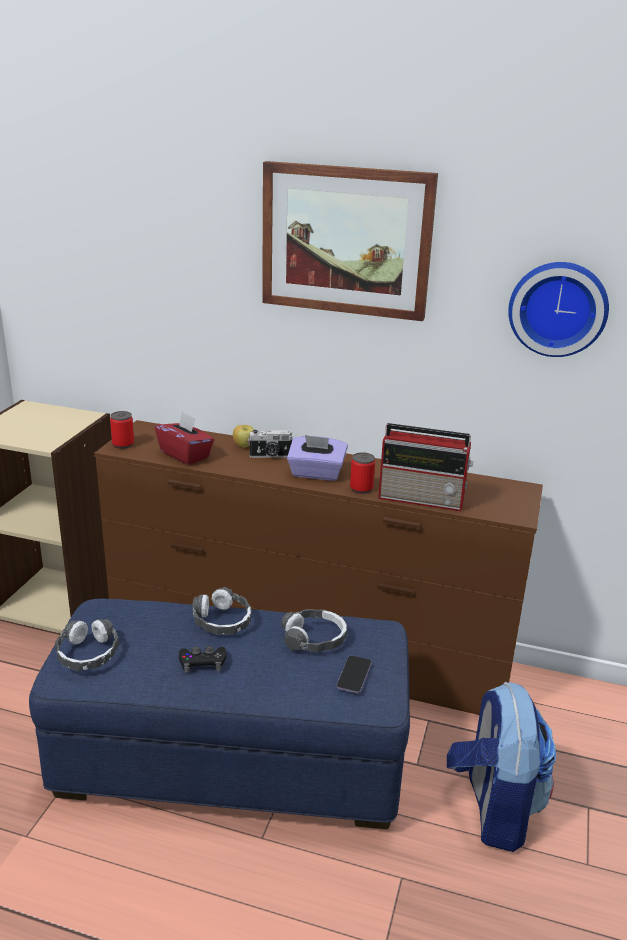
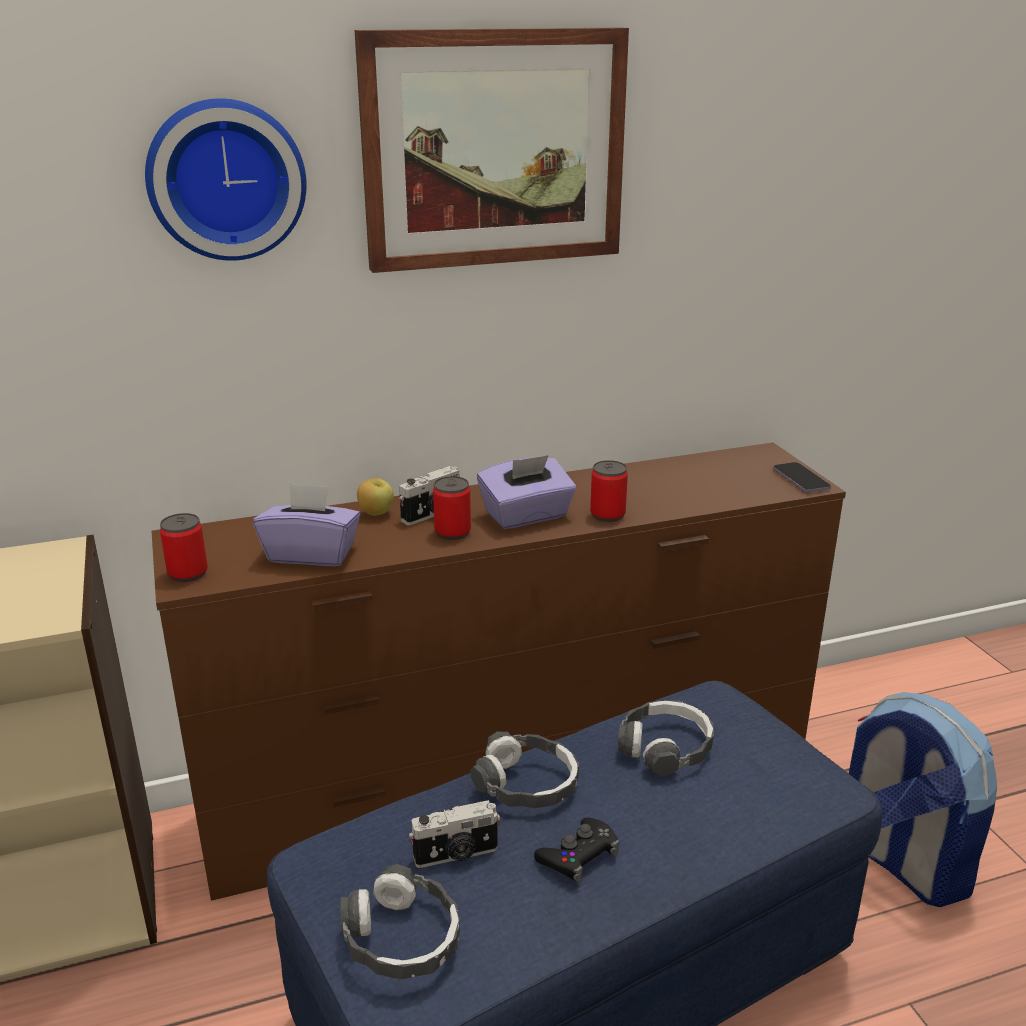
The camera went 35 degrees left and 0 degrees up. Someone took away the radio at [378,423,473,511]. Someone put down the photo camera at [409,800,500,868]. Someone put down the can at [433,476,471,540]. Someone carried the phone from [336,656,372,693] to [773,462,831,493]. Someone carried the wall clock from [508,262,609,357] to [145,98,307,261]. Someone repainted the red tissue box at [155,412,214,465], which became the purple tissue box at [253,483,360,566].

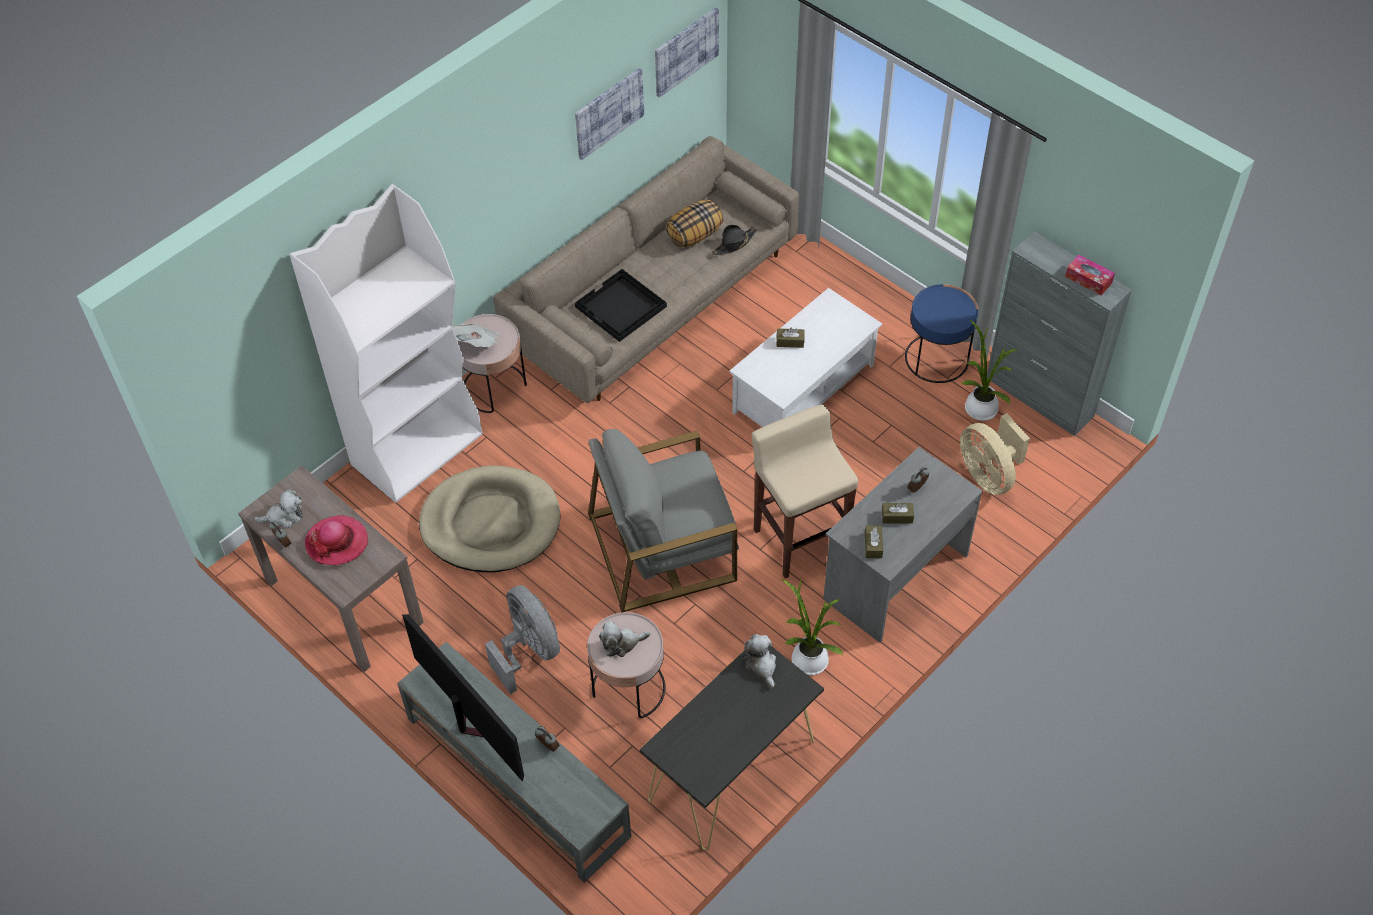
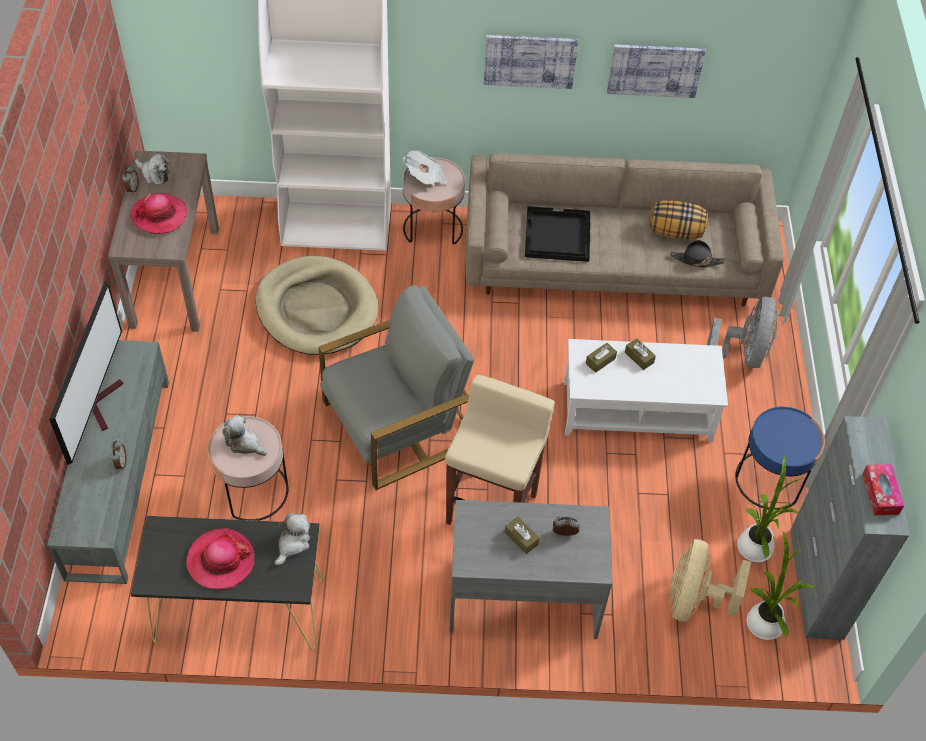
The camera went 45 degrees right and 0 degrees up. Someone put down the hat at [186,528,255,589]. Someone carried the grey fan from [485,585,560,694] to [707,297,777,368]. Someone carried the picture from [655,7,719,98] to [484,35,578,89]. Someone carried the potted plant from [780,578,843,675] to [747,531,817,640]. Someone carried the brown tissue box from [865,525,883,558] to [586,343,617,373]. Someone rotated the grey armchair at [588,429,739,613] by 120 degrees clockwise.

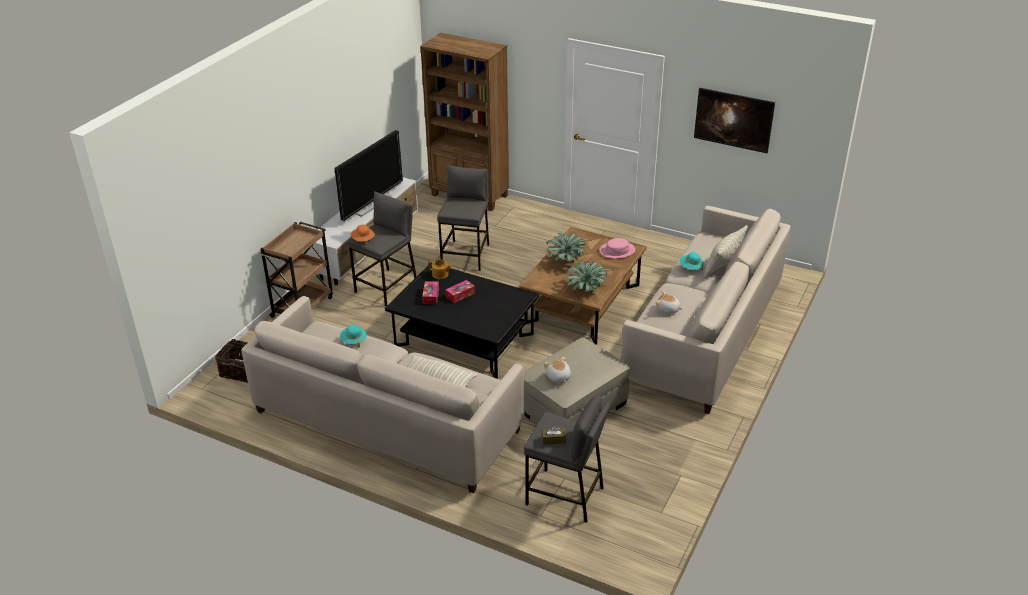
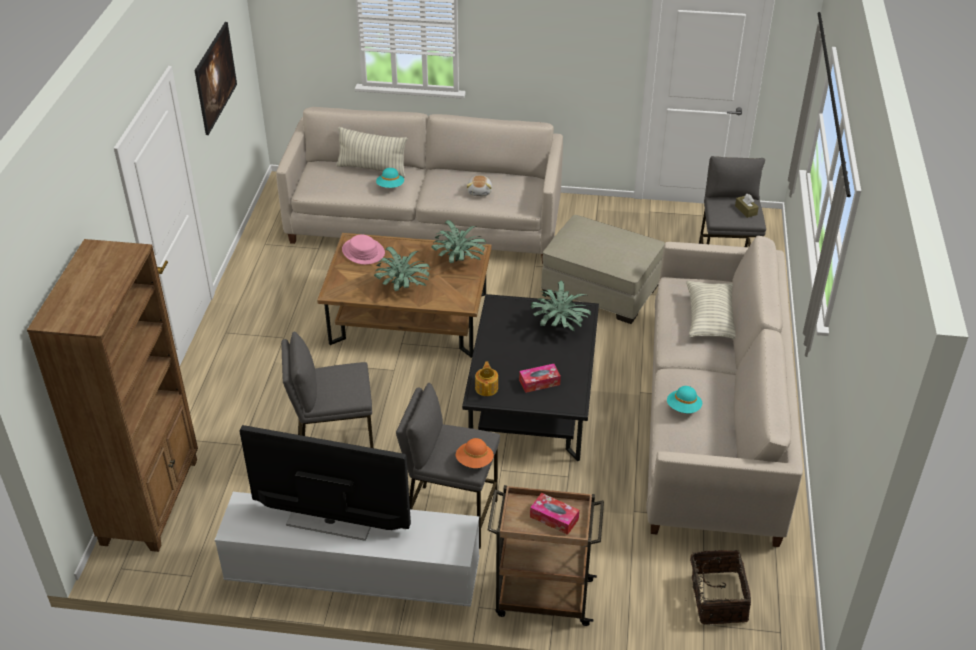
The camera went 110 degrees left and 5 degrees up. Someone took away the plush toy at [544,357,571,383]. Someone put down the potted plant at [530,281,591,331]. Someone carried the tissue box from [445,280,475,303] to [530,493,579,535].

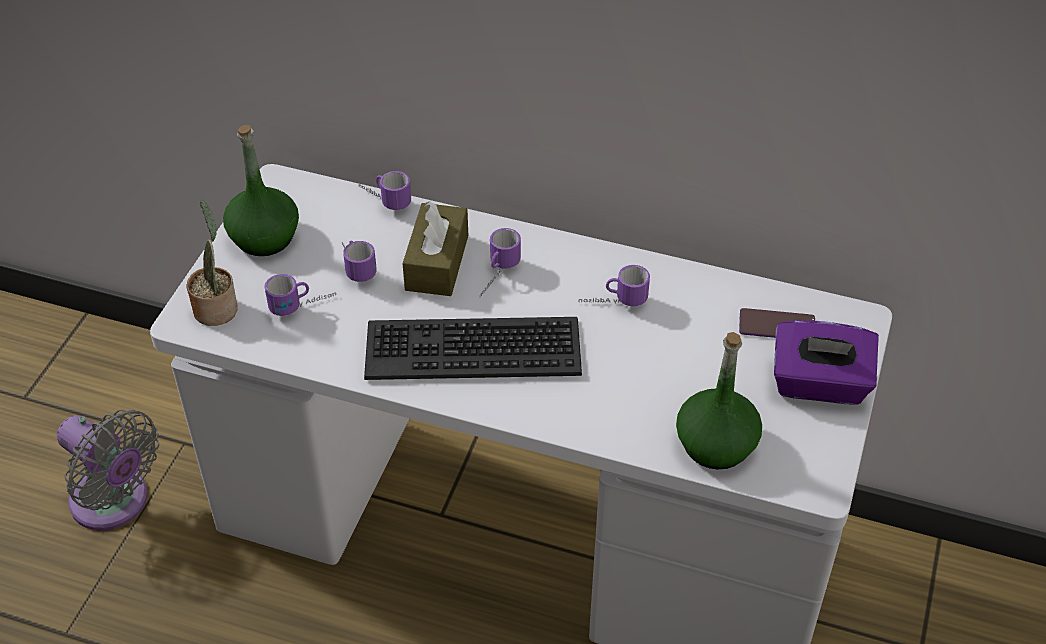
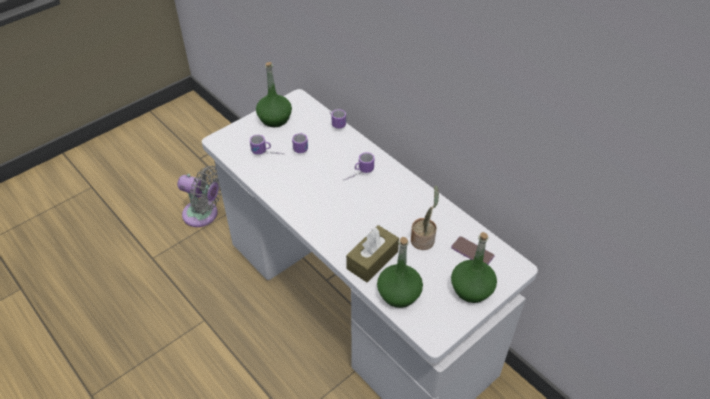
The camera went 30 degrees right and 0 degrees up. Someone took away the keyboard at [364,317,582,380]. Someone took away the mug at [579,265,650,306]. Someone carried the potted plant from [187,200,238,326] to [411,186,439,250]. Someone carried the brown tissue box from [402,201,468,296] to [346,225,399,282]. Someone swapped the purple tissue box at [774,320,879,405] for the green bottle at [451,232,497,303]. Someone rotated the grey fan at [57,410,159,530] by 45 degrees counterclockwise.

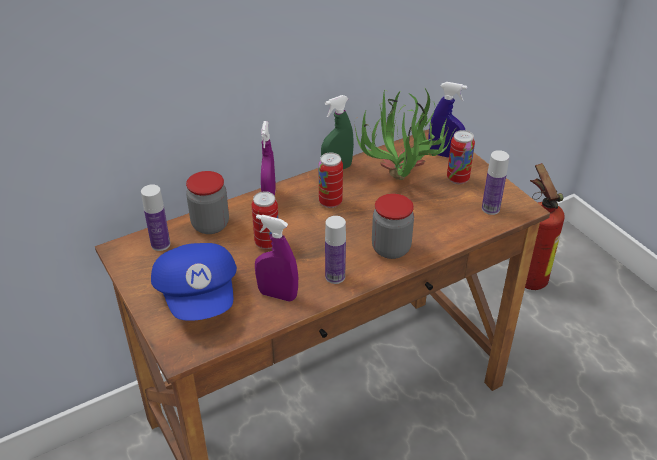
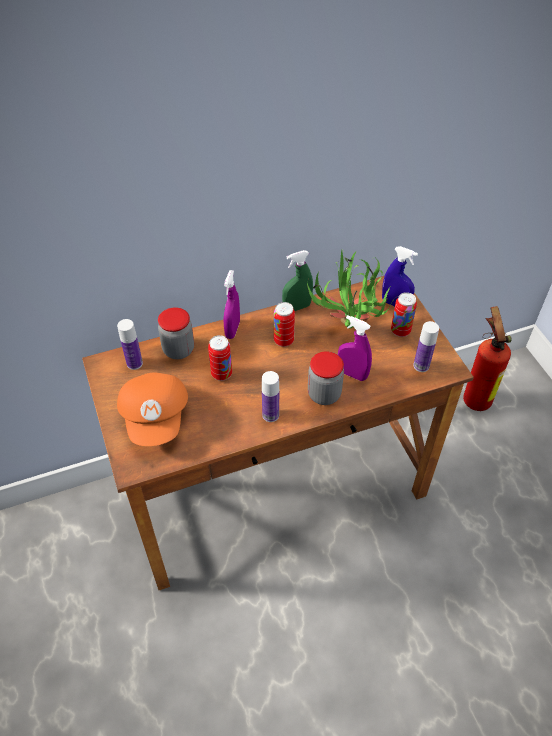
The camera went 10 degrees right and 10 degrees up. Someone carried the purple spray bottle from [255,214,298,302] to [338,315,372,381]. Someone repainted the blue cap at [151,243,237,321], which became the orange cap at [117,372,188,446].

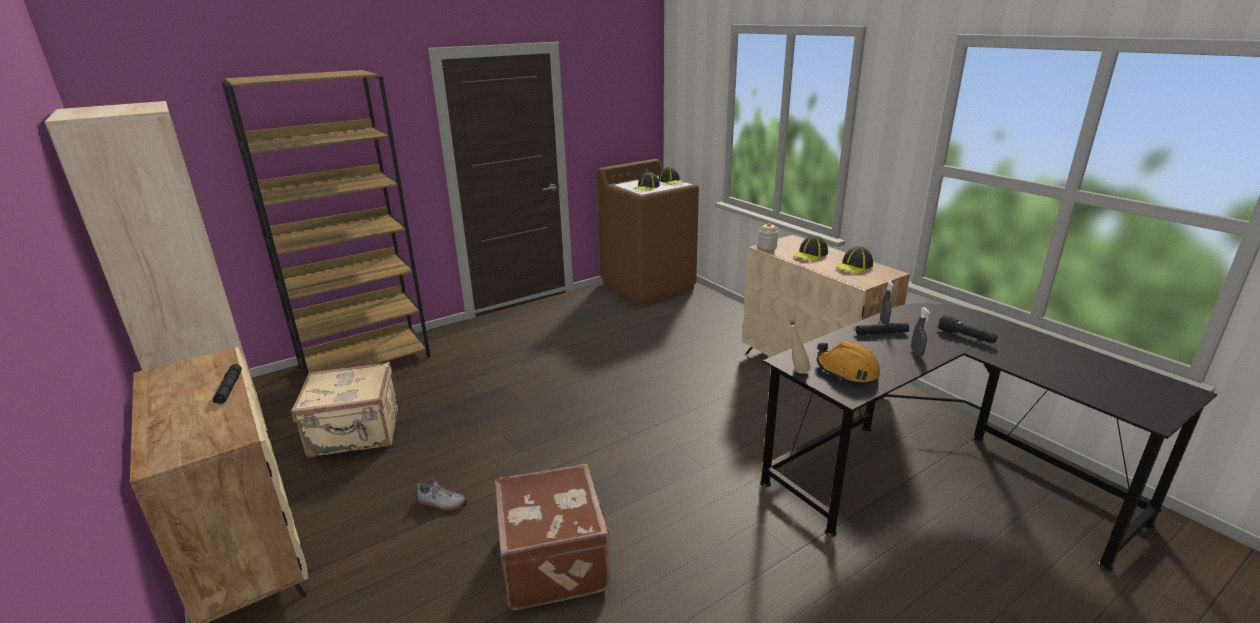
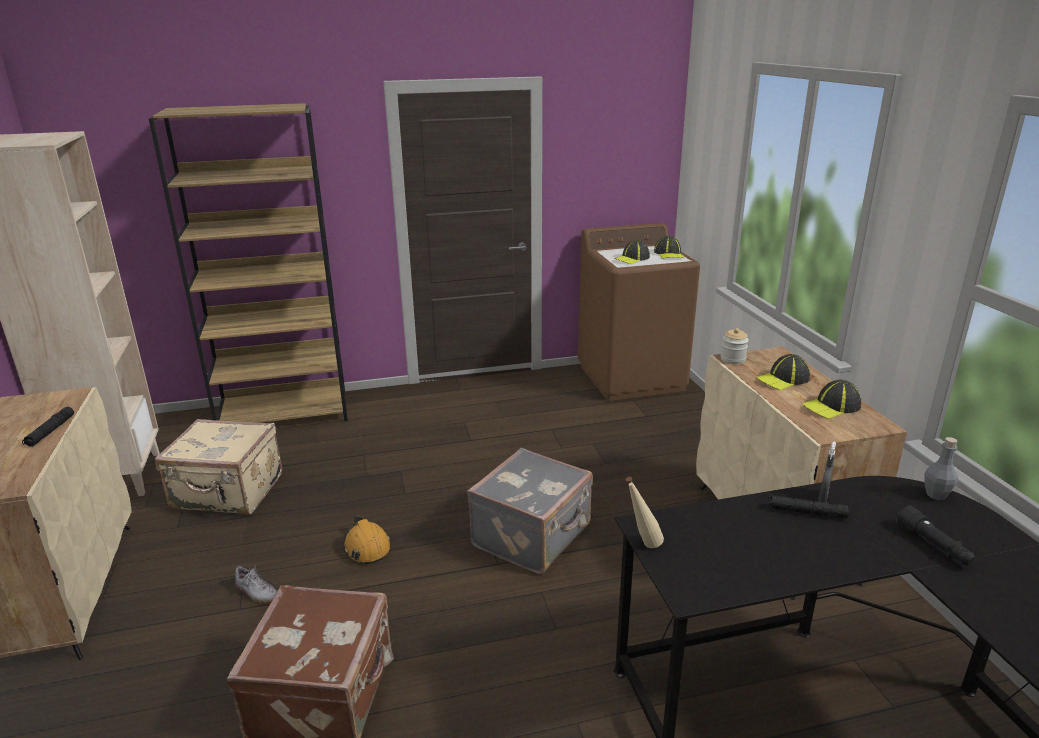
The camera went 20 degrees right and 0 degrees up. Someone took away the grey spray bottle at [911,307,930,356]. Someone put down the grey suitcase at [467,448,593,574]. Someone put down the grey bottle at [924,437,958,500]. Someone carried the orange hard hat from [817,341,880,384] to [343,516,391,564].

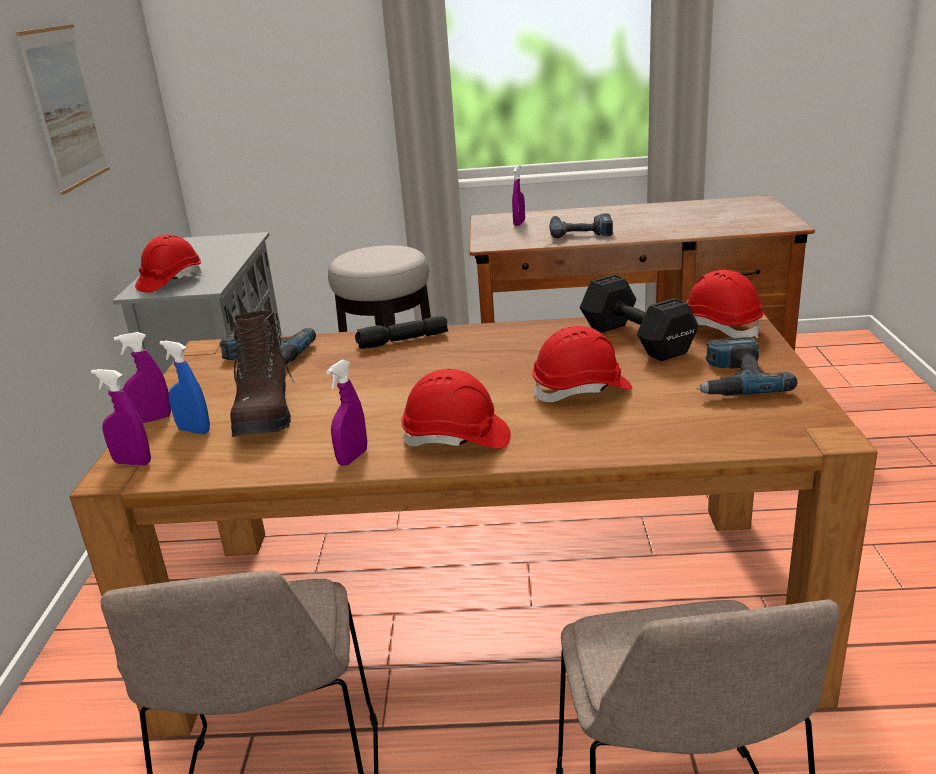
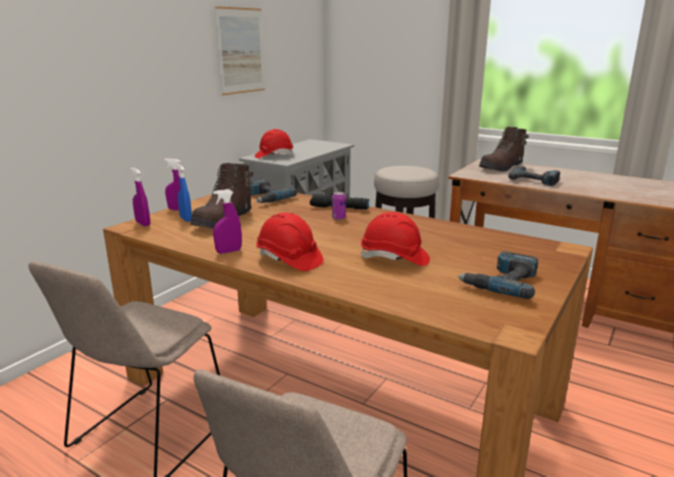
The camera went 30 degrees right and 5 degrees down. Someone took away the black dumbbell at [580,274,698,361]. Someone took away the red hard hat at [686,270,763,339]. Someone put down the can at [332,192,346,220]. Someone swapped the purple spray bottle at [512,165,525,226] for the brown boot at [479,126,529,172].

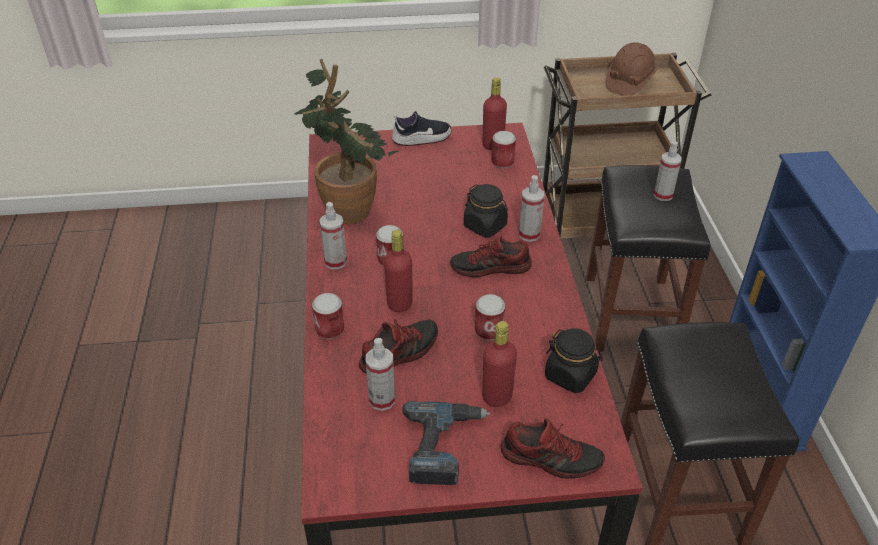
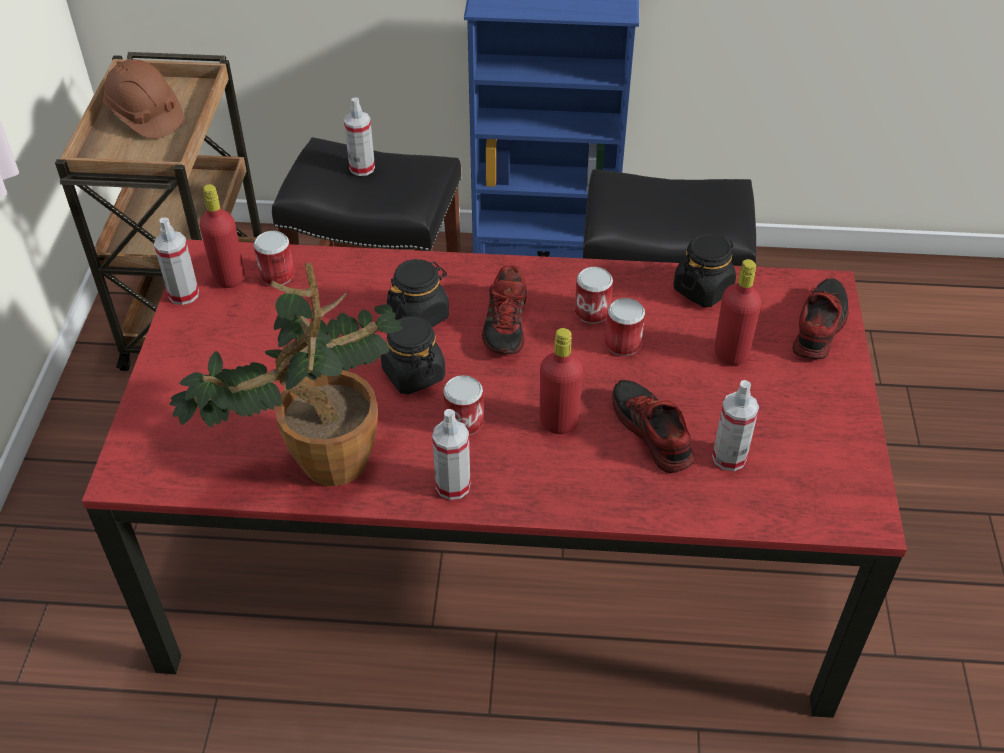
The camera went 80 degrees left and 5 degrees up. Someone took away the shoe at [392,111,452,146]. Someone took away the power drill at [402,401,490,485]. Someone put down the black jar at [381,315,445,395]. Someone carried the can from [312,293,344,339] to [575,267,613,324]. Someone carried the spray bottle from [519,175,544,242] to [154,217,199,305].

